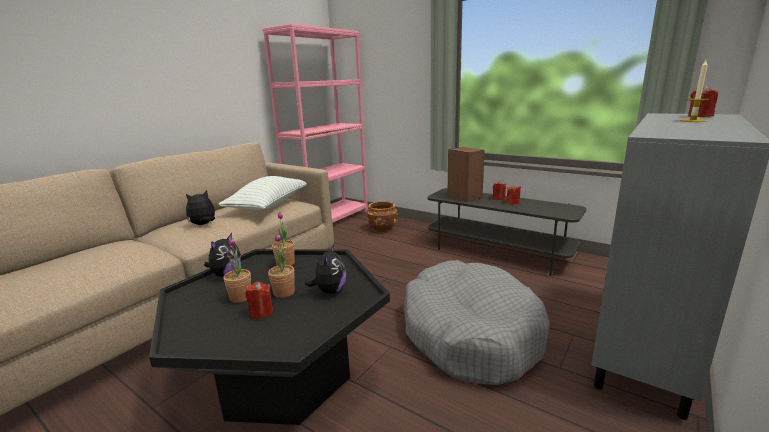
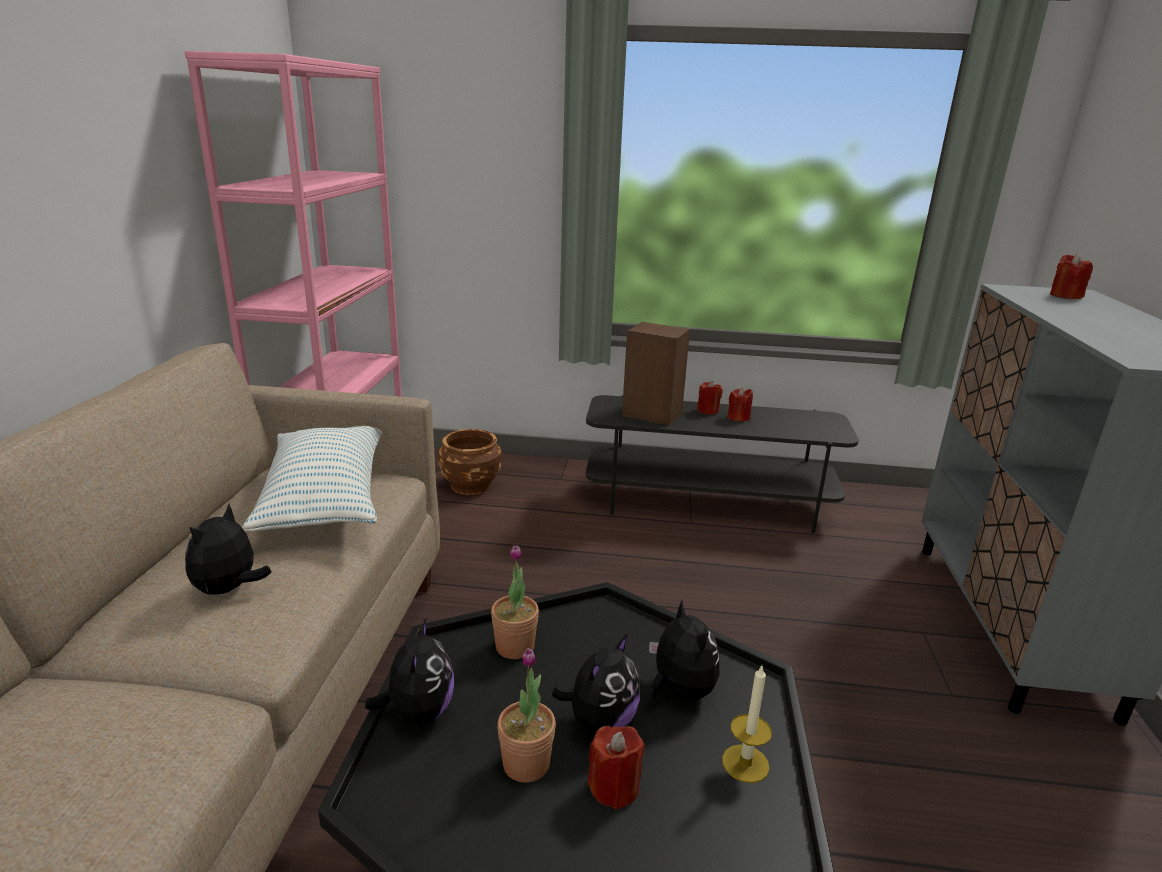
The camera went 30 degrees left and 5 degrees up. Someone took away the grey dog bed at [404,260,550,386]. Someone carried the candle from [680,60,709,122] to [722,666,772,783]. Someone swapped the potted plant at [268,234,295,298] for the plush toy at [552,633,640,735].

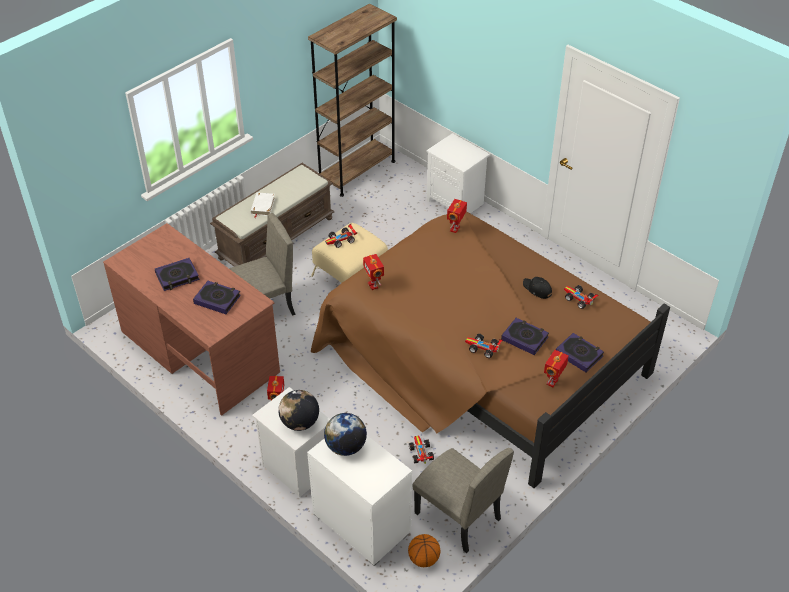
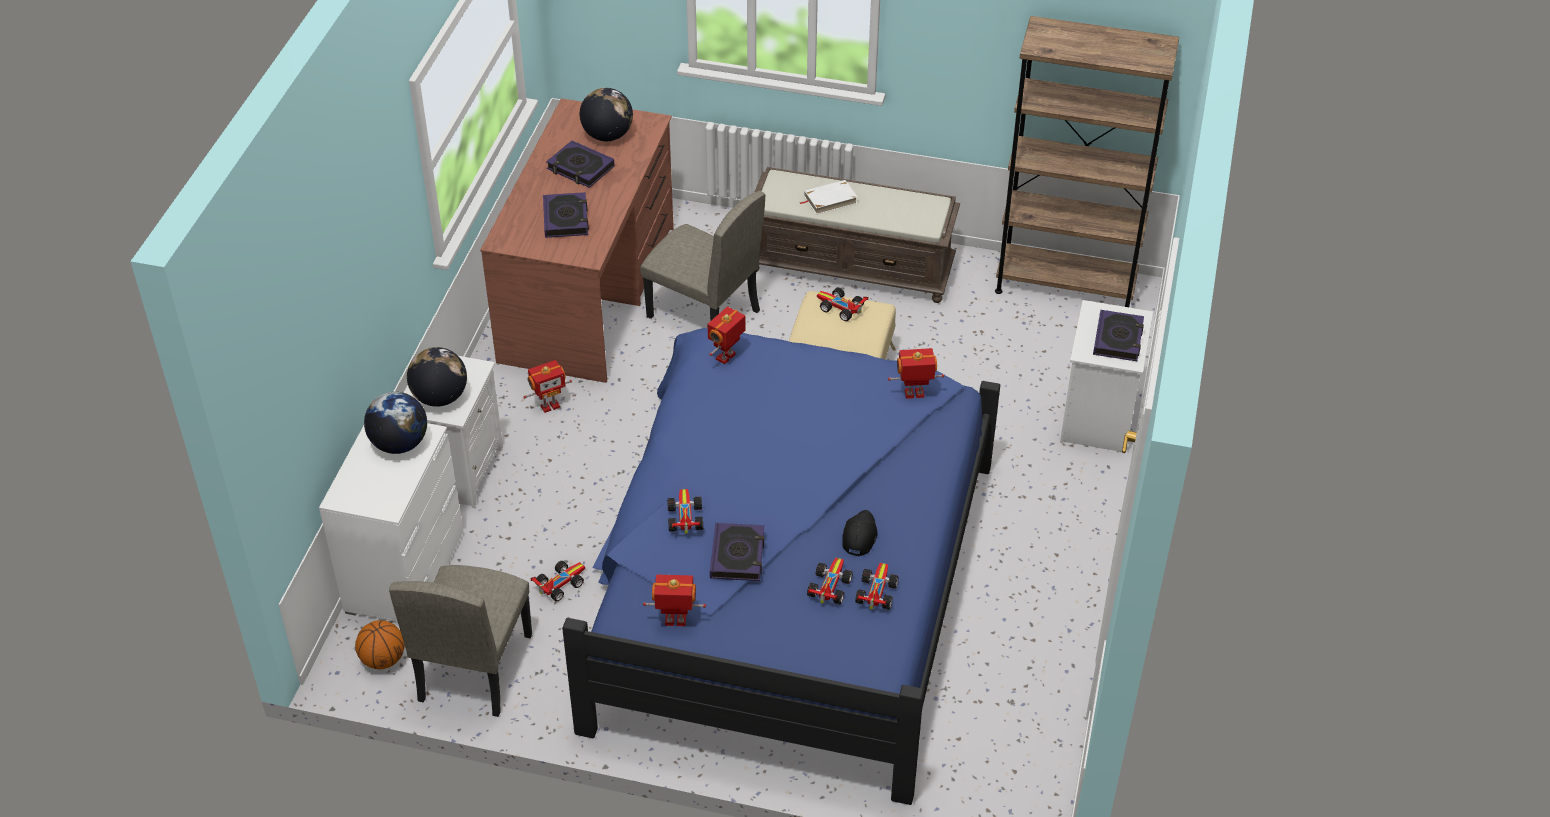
The camera went 60 degrees right and 0 degrees up. Someone put down the globe at [580,88,633,141]. Someone put down the toy car at [807,558,853,604]. Someone carried the book from [556,333,604,372] to [1093,310,1144,361]. Someone repainted the brown bed at [311,212,670,488], which became the blue bed at [562,328,1000,805].

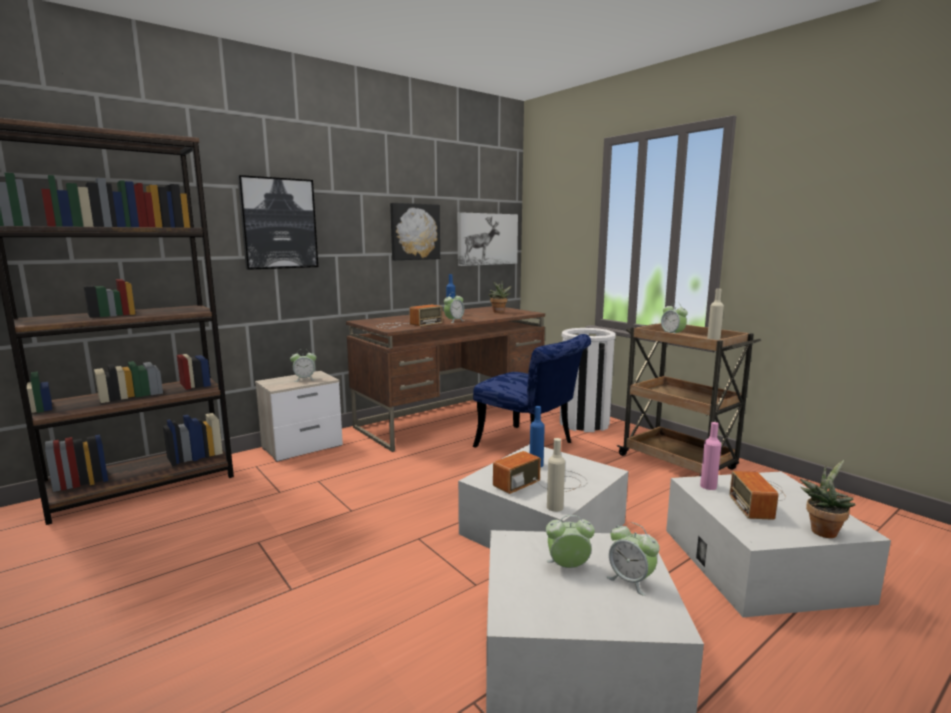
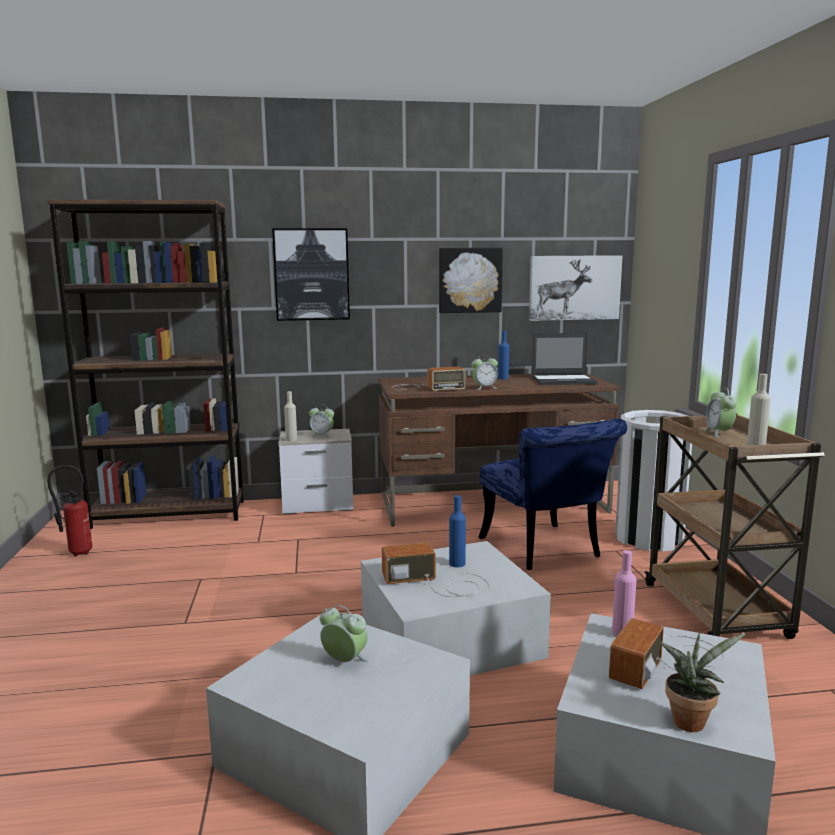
The camera went 30 degrees right and 0 degrees up. Someone took away the alarm clock at [607,522,660,596]. Someone put down the fire extinguisher at [47,465,93,556]. Someone carried the beige bottle from [547,438,565,512] to [284,391,297,441]. Someone swapped the potted plant at [488,282,512,313] for the laptop at [531,333,598,385].

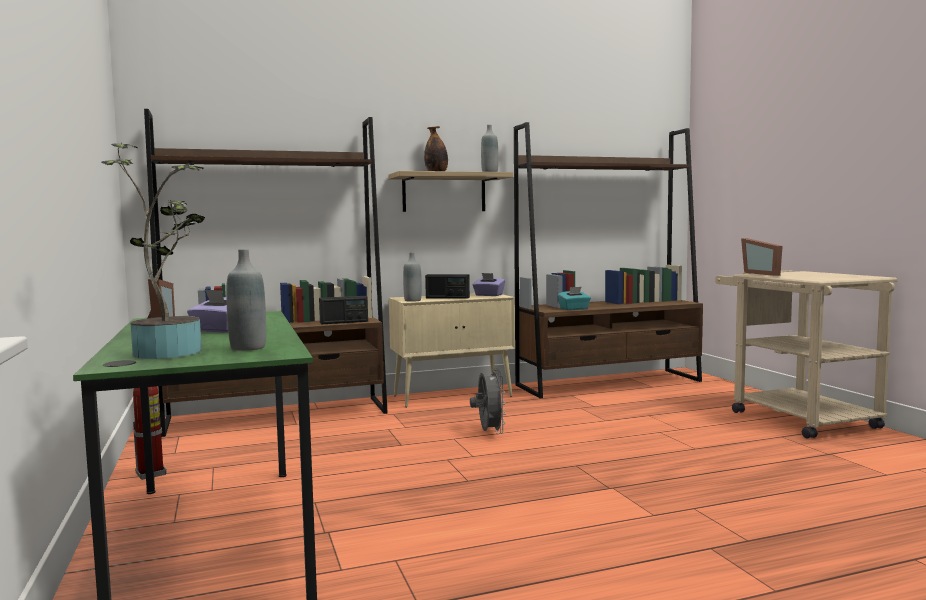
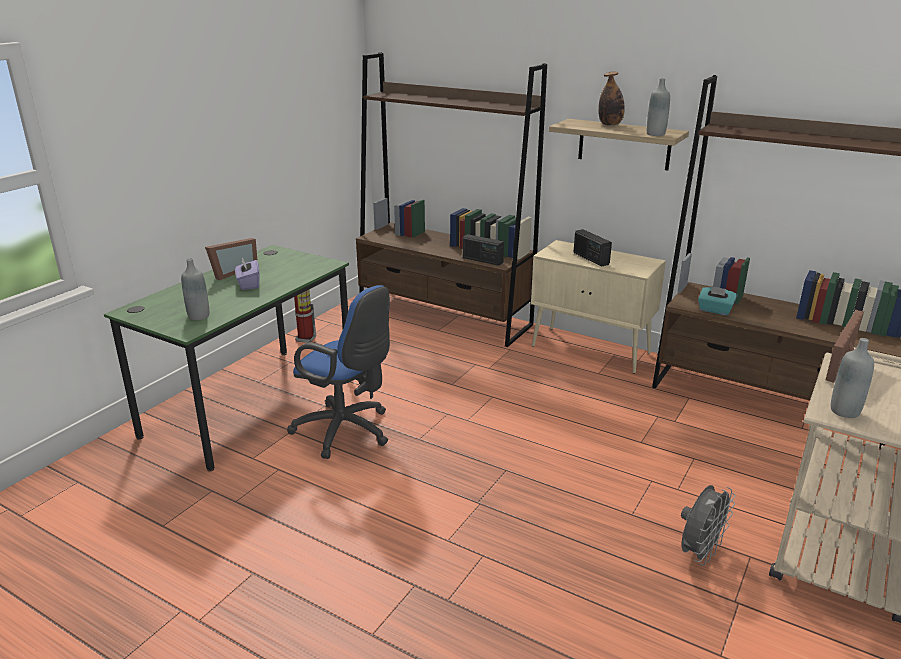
The camera went 50 degrees right and 20 degrees up. Someone took away the potted plant at [101,143,205,359]. Someone took away the purple tissue box at [472,273,505,296]. Someone put down the blue office chair at [287,285,390,459]. Someone carried the grey bottle from [403,252,422,302] to [831,338,874,418]. Someone carried the grey fan from [470,368,506,434] to [681,485,736,566].

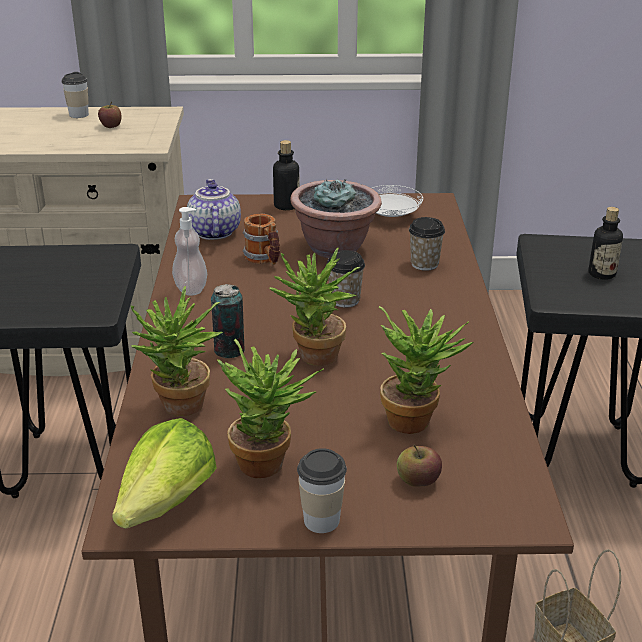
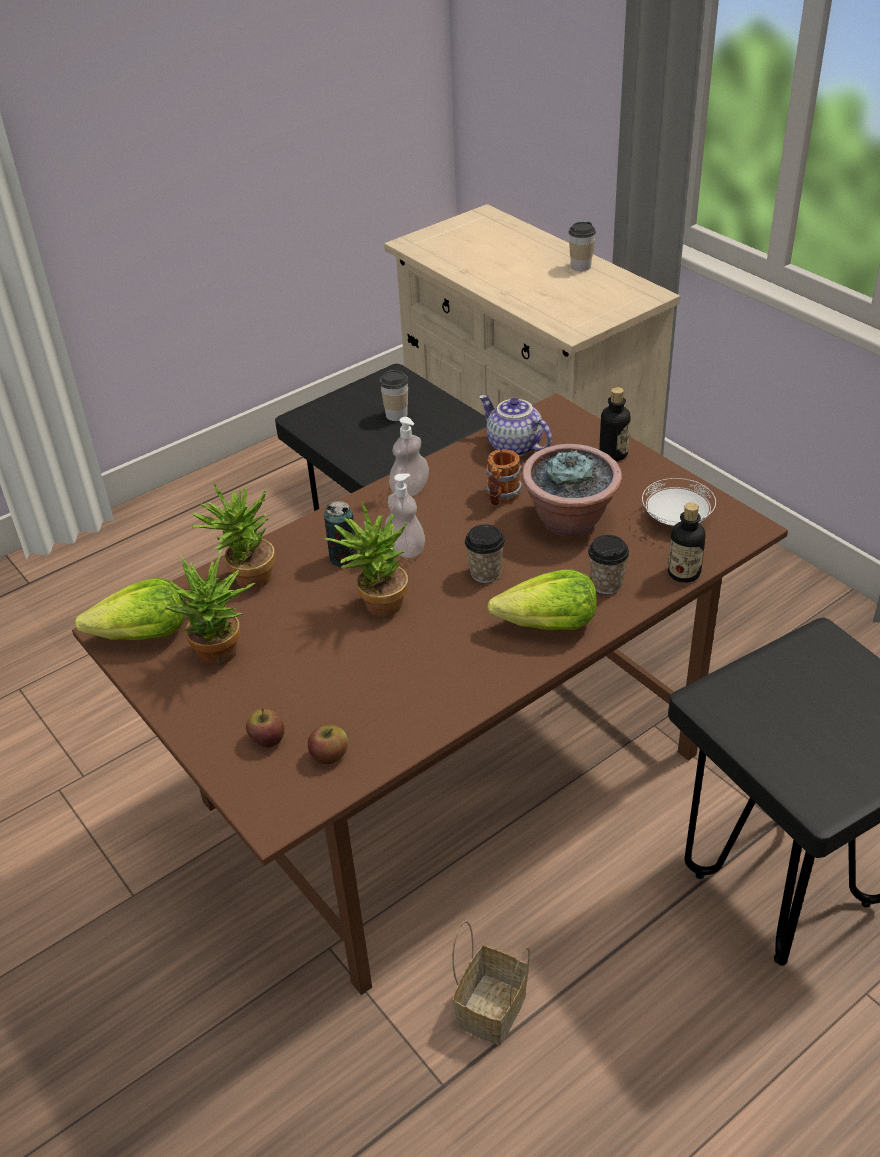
The camera went 55 degrees right and 10 degrees up. Someone took away the potted plant at [379,306,474,434]. Someone put down the soap dispenser at [385,473,425,558]. Someone put down the lettuce at [487,569,597,630]. Someone carried the apple from [98,102,121,128] to [308,724,348,764]. Someone carried the cup from [297,448,347,533] to [380,370,408,421]. Someone carried the bottle from [589,207,623,280] to [668,502,705,583]. Someone rotated the teapot at [187,179,241,240] by 90 degrees counterclockwise.

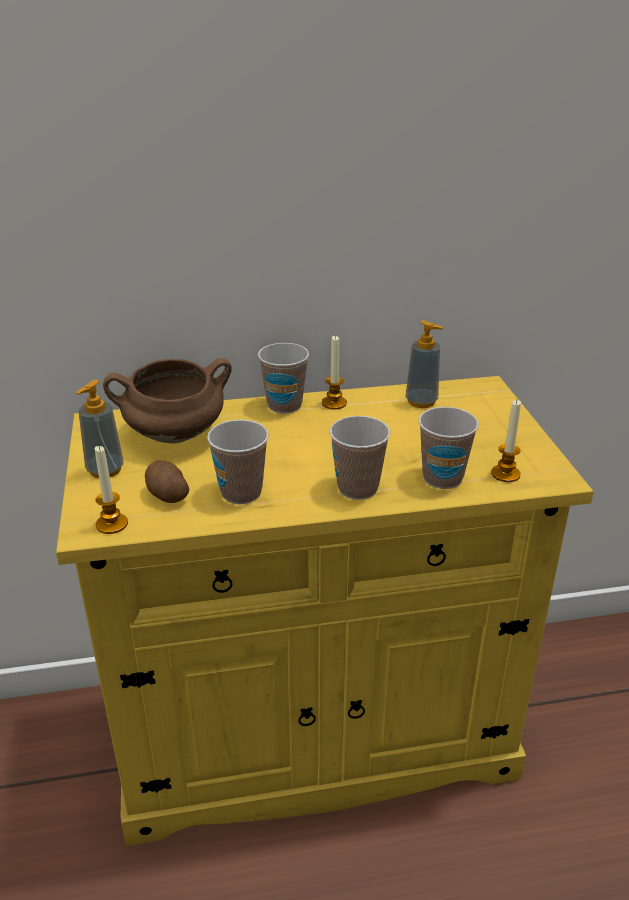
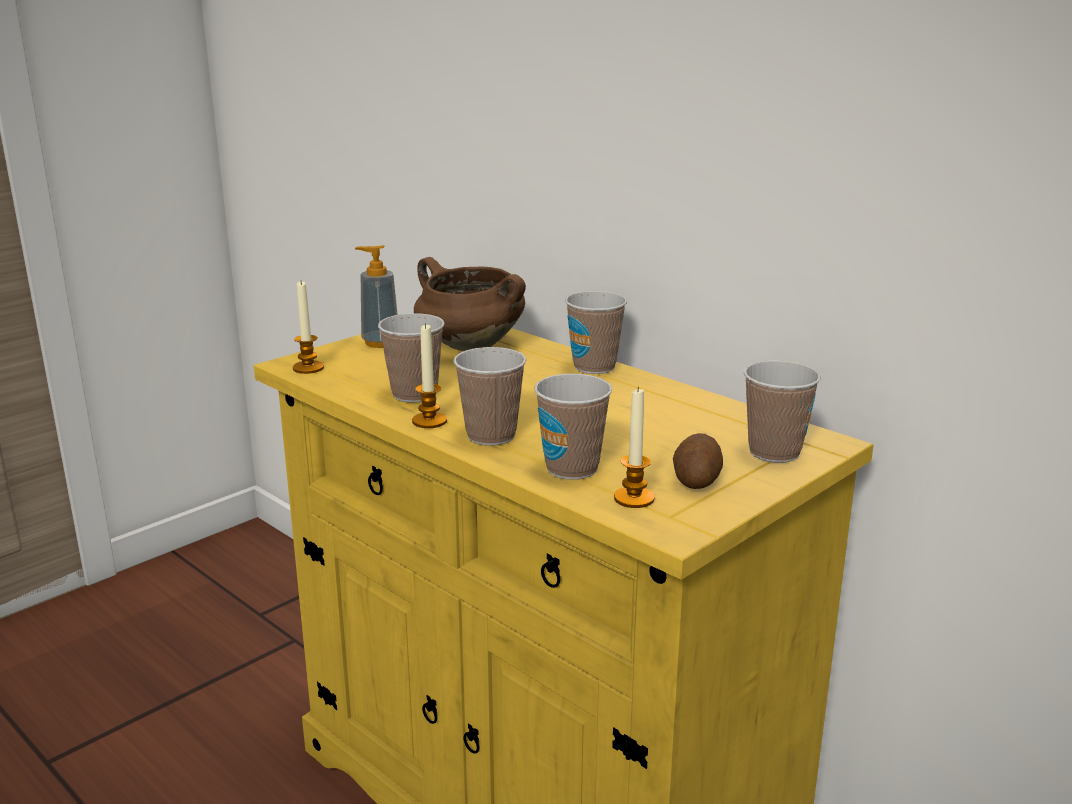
The camera went 55 degrees right and 10 degrees down. Someone took away the soap dispenser at [406,320,443,408]. Someone put down the cup at [744,360,821,463]. Someone carried the potato from [145,460,189,503] to [673,433,723,489]. Someone carried the candle from [322,335,347,410] to [412,323,447,428].

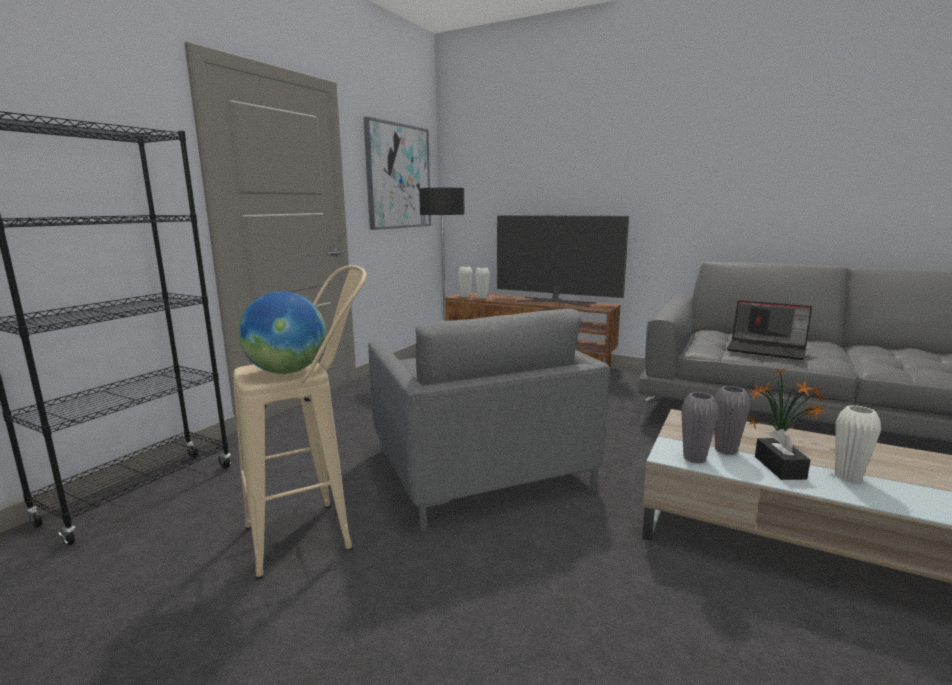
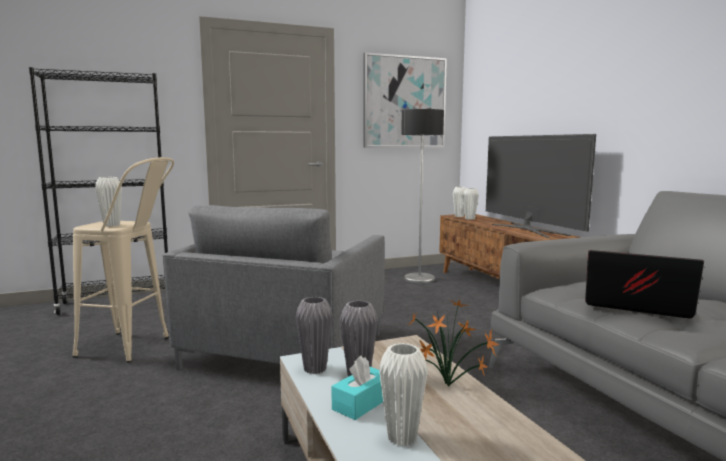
The camera went 40 degrees right and 5 degrees down. Someone swapped the globe at [238,291,326,374] for the white vase at [95,177,122,226]. Someone repainted the black tissue box at [755,429,810,480], which became the turquoise tissue box at [331,356,383,420]. Someone rotated the laptop at [727,300,812,360] by 135 degrees clockwise.

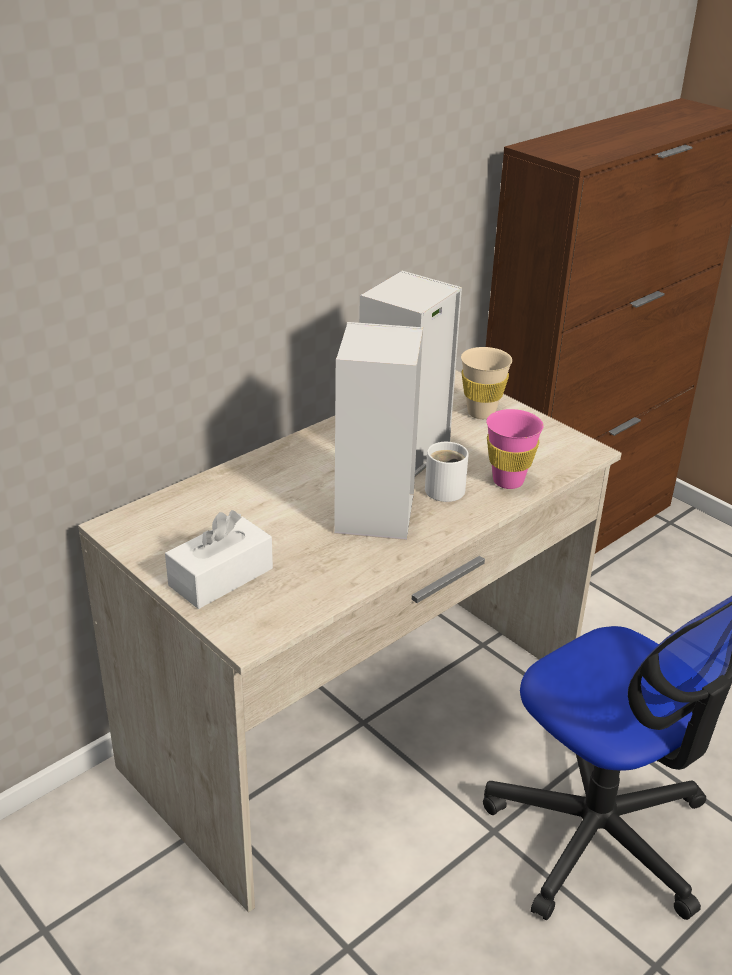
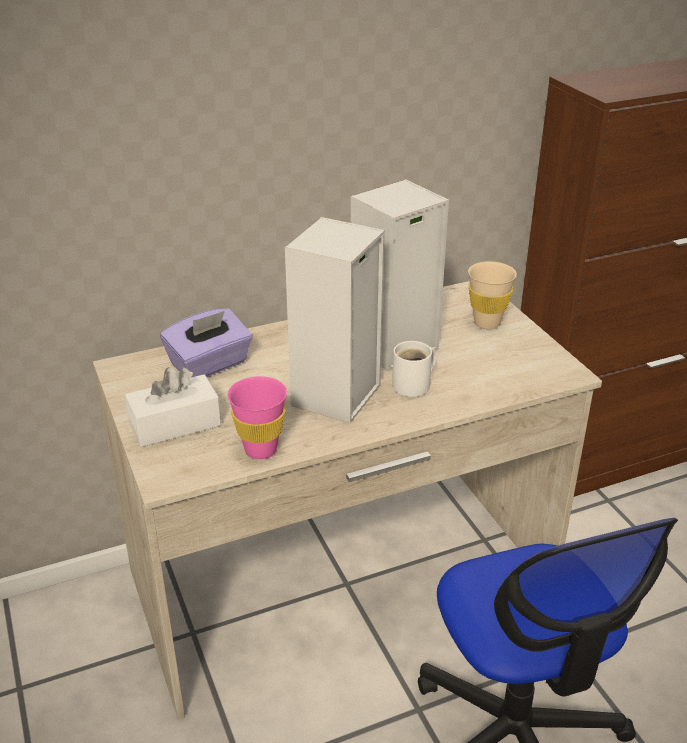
The camera went 20 degrees right and 0 degrees up. Someone put down the purple tissue box at [160,308,253,378]. Someone carried the pink cup from [487,409,543,489] to [227,376,287,459].

